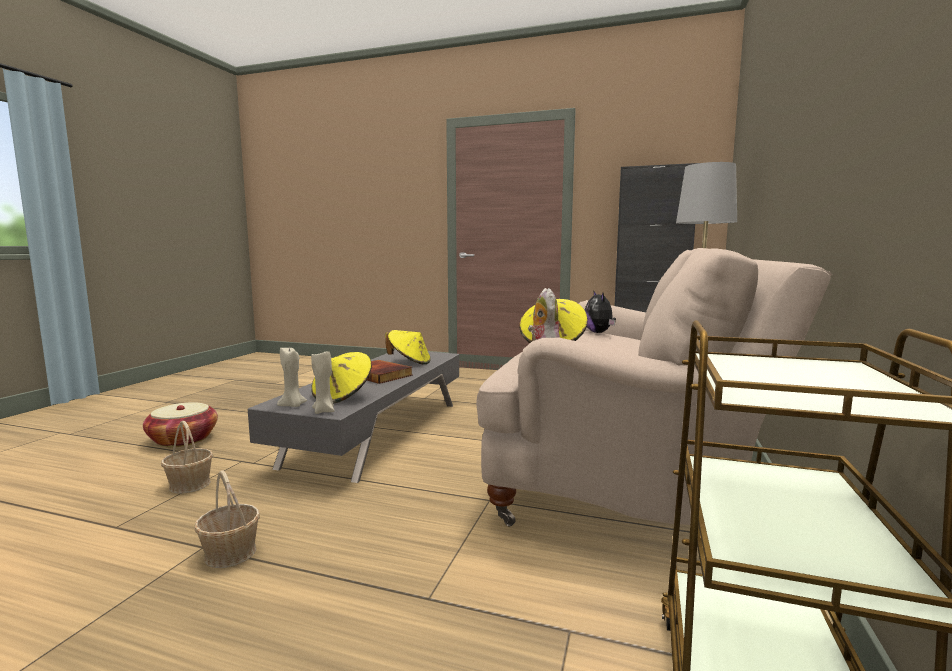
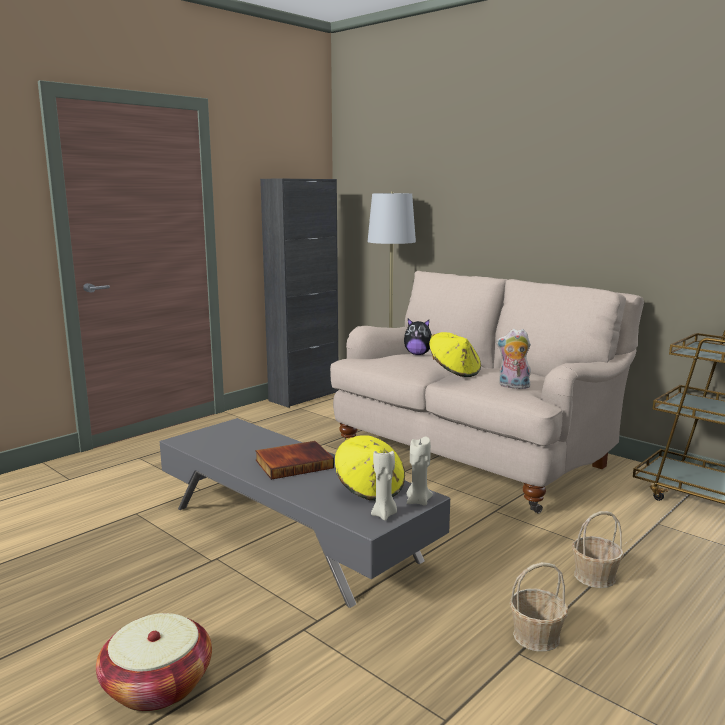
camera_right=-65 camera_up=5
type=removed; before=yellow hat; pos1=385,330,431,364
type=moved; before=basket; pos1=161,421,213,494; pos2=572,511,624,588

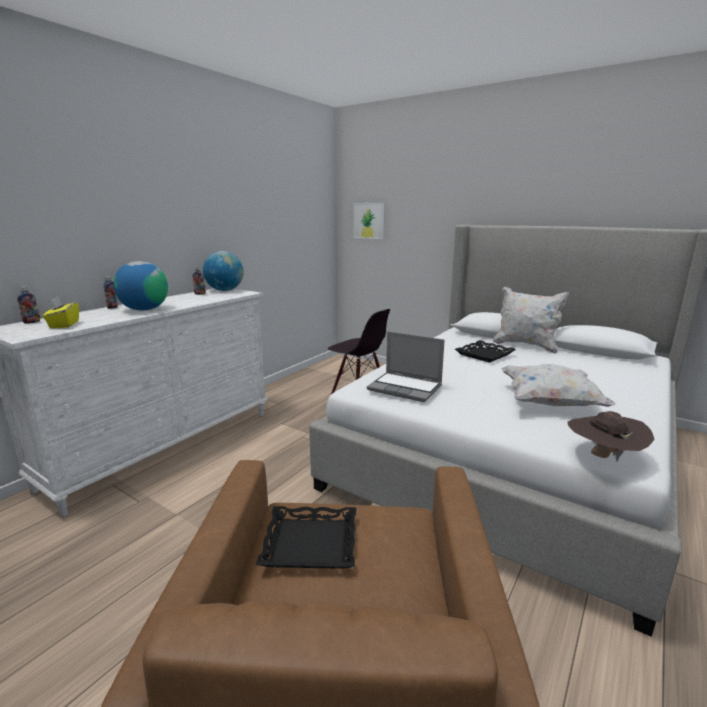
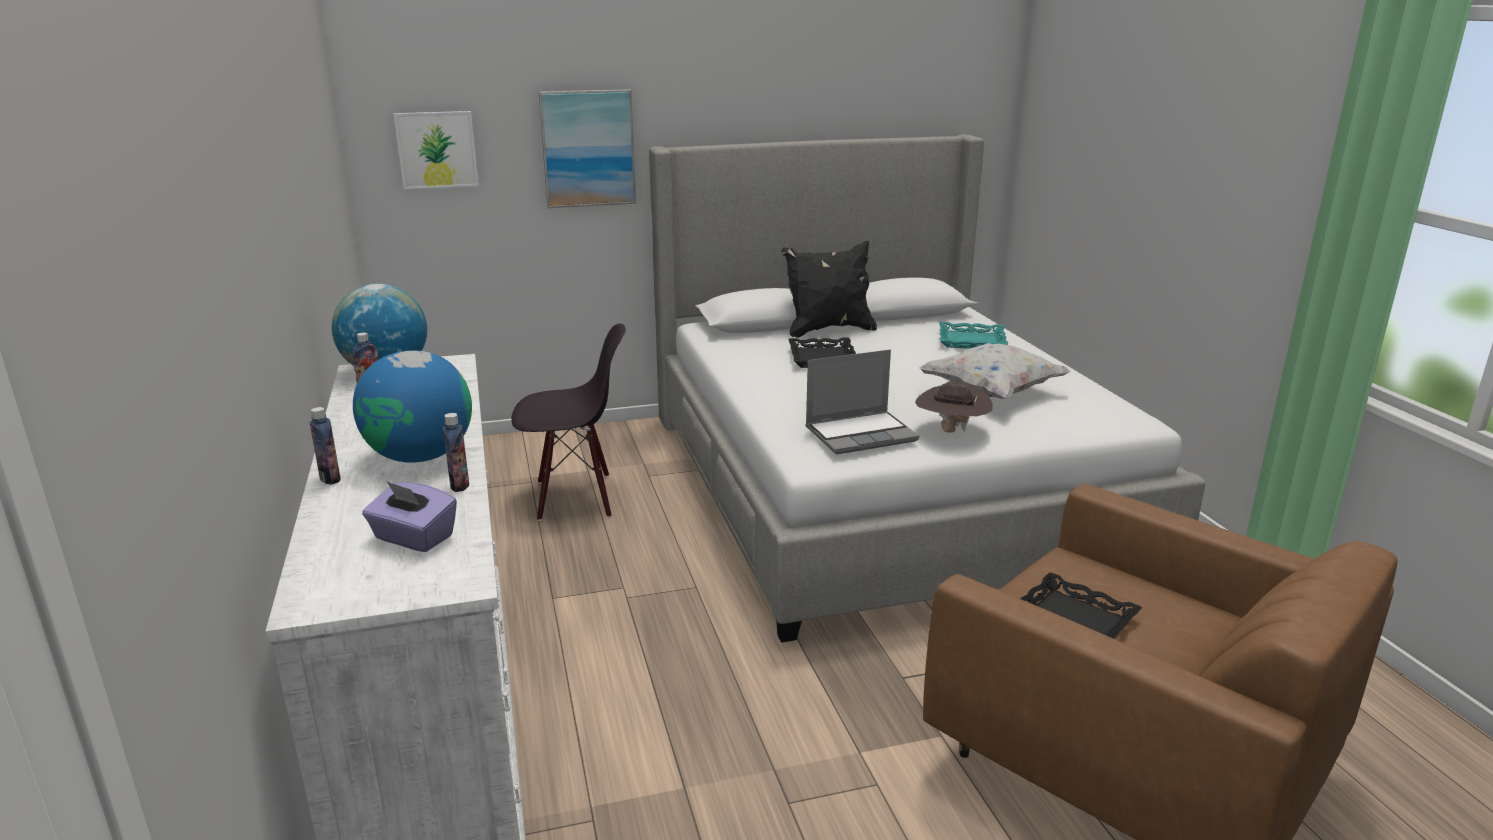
camera_right=-50 camera_up=5
type=moved; before=bottle; pos1=17,286,40,324; pos2=443,413,469,492
type=recoloured; before=white pillow; after=black pillow; pos1=493,287,569,354; pos2=781,241,877,338
type=recoloured; before=yellow tissue box; after=purple tissue box; pos1=43,297,79,328; pos2=362,481,457,552
type=moved; before=brown hat; pos1=568,411,655,462; pos2=915,381,993,432
type=added; after=picture; pos2=538,89,636,208
type=added; after=turquoise tray; pos2=939,322,1008,349

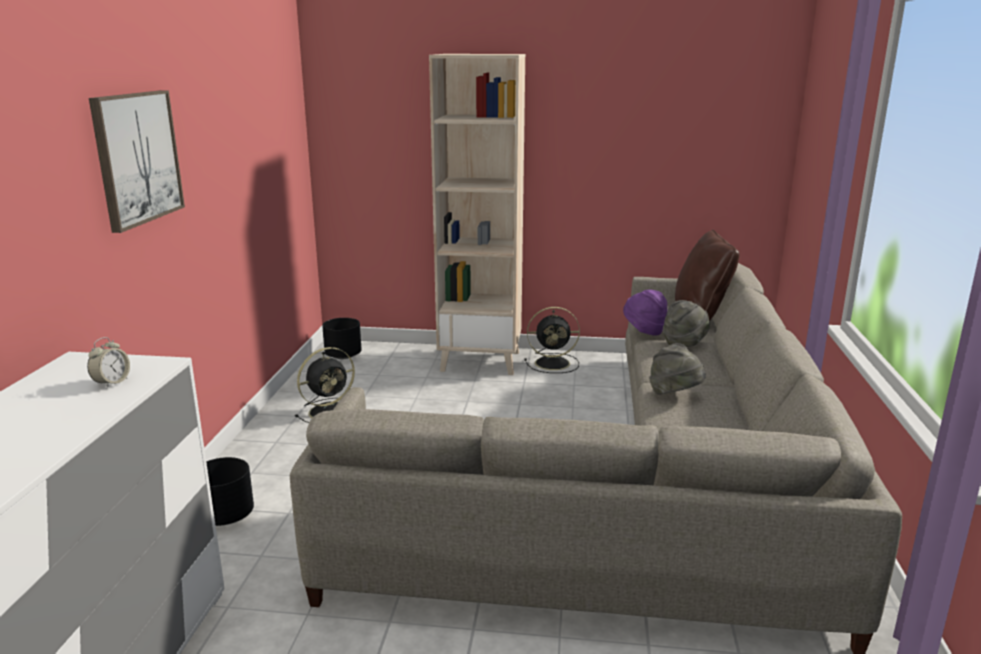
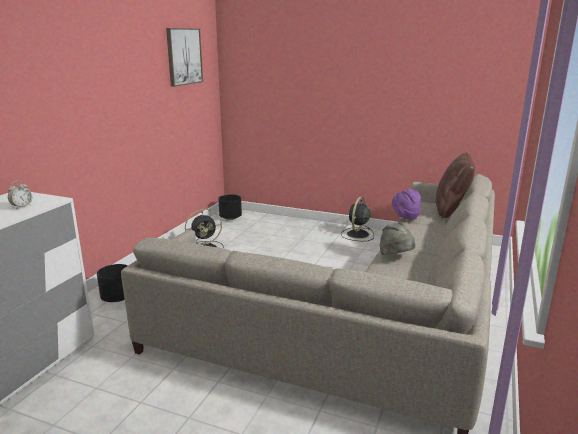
camera_right=15 camera_up=0
type=removed; before=beige bookcase; pos1=429,54,525,375
type=moved; before=picture; pos1=89,90,185,233; pos2=166,28,203,87
type=removed; before=grey hat; pos1=663,300,710,347
type=turned; before=black fan; pos1=524,307,580,373; pos2=341,197,374,241; turn=105

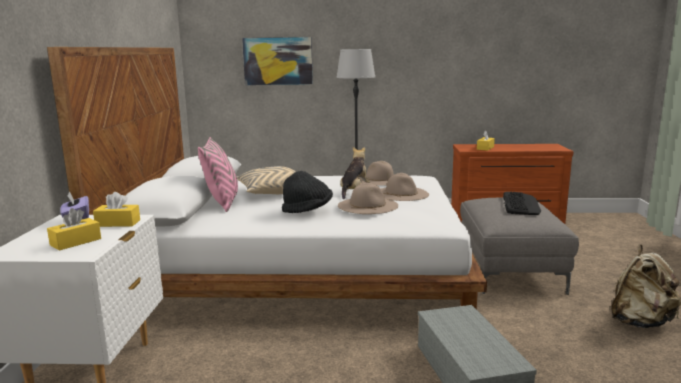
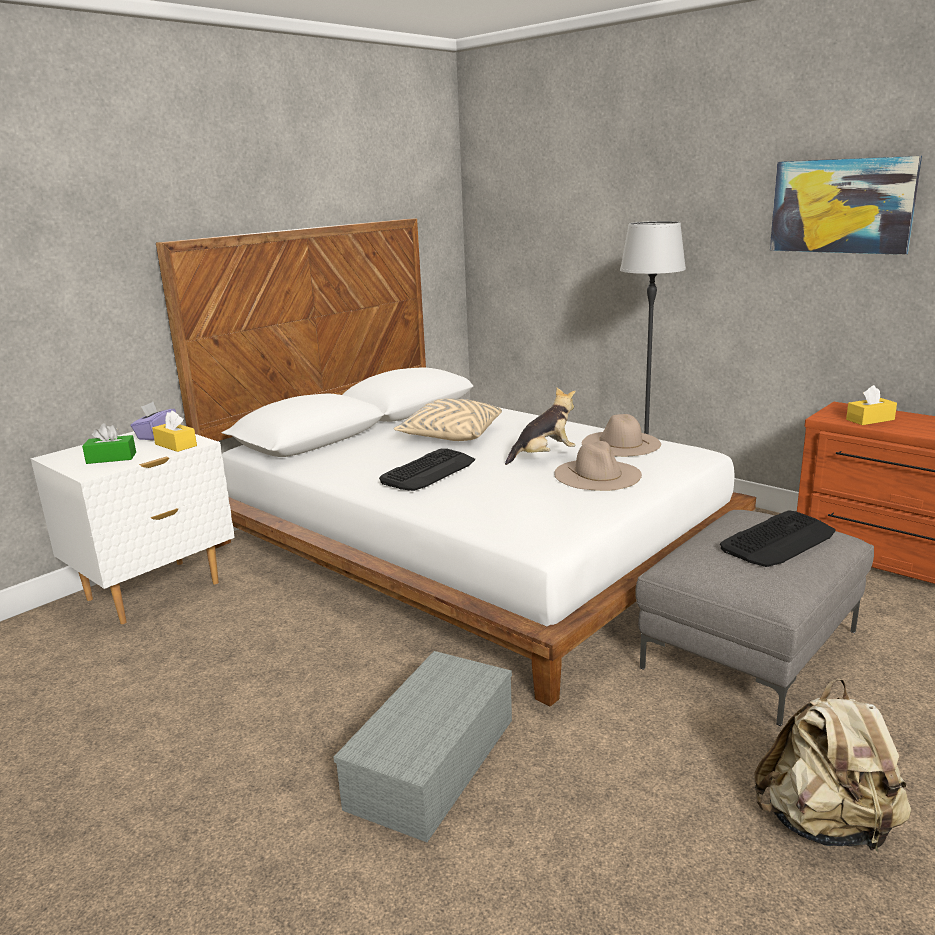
camera_right=40 camera_up=5
type=moved; before=picture; pos1=242,37,313,85; pos2=770,156,922,255
type=removed; before=pink pillow; pos1=198,137,238,212
type=replaced; before=black hat; after=keyboard; pos1=282,171,333,213; pos2=379,448,475,491
type=removed; before=beige hat; pos1=338,183,398,214
type=recoloured; before=yellow tissue box; after=green tissue box; pos1=47,208,101,251; pos2=82,423,136,464

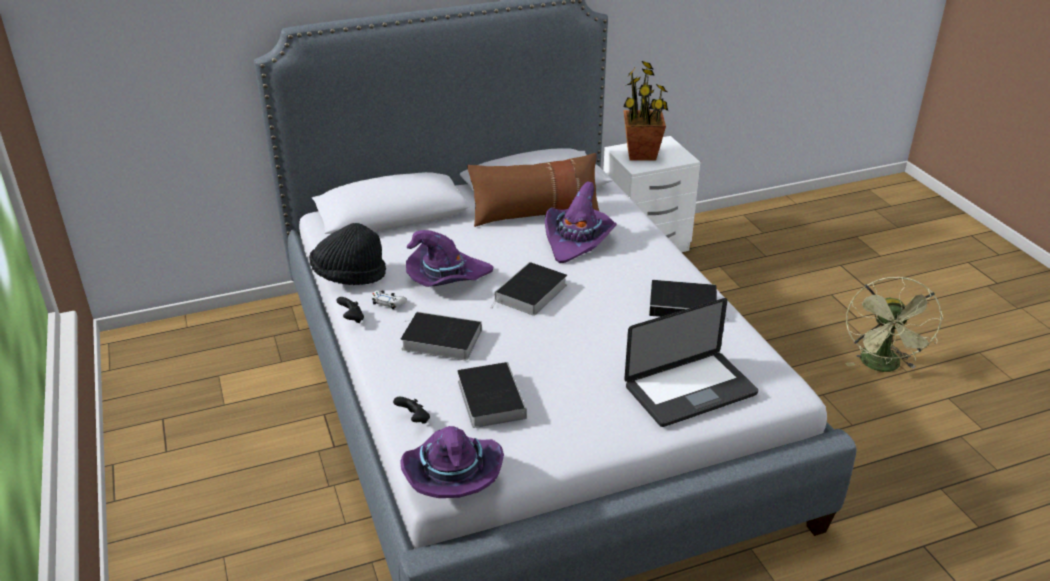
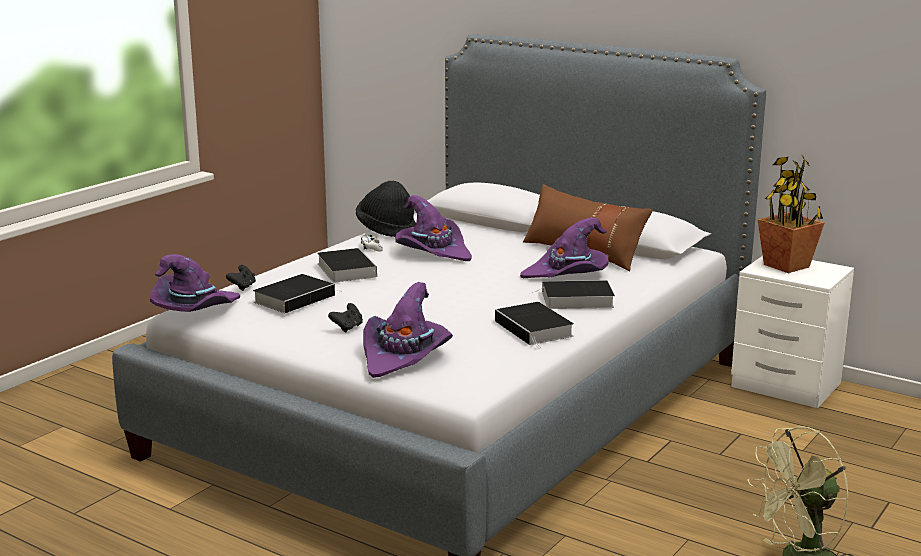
camera_right=55 camera_up=-15
type=moved; before=book; pos1=491,262,567,316; pos2=532,280,615,309
type=moved; before=black game controller; pos1=336,297,364,323; pos2=328,303,363,332
type=replaced; before=laptop; after=purple hat; pos1=624,298,758,427; pos2=363,282,453,378

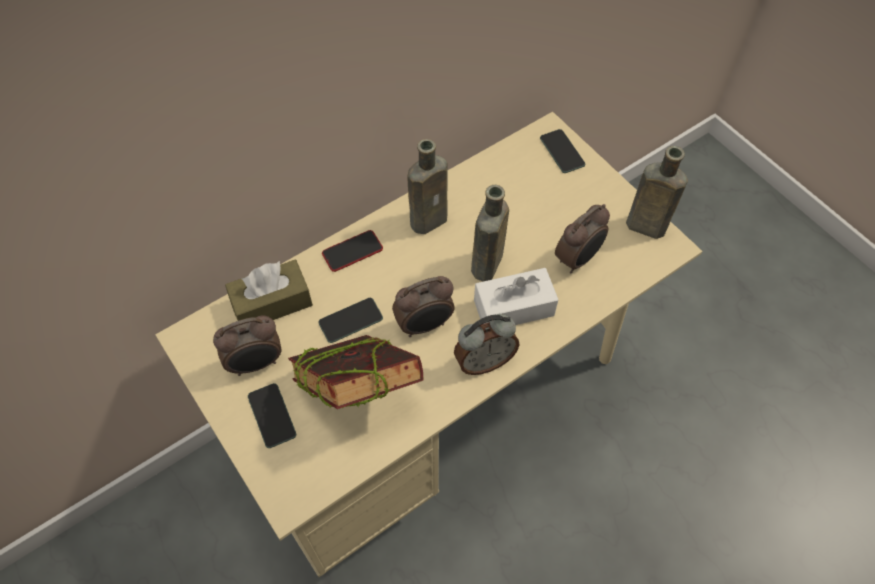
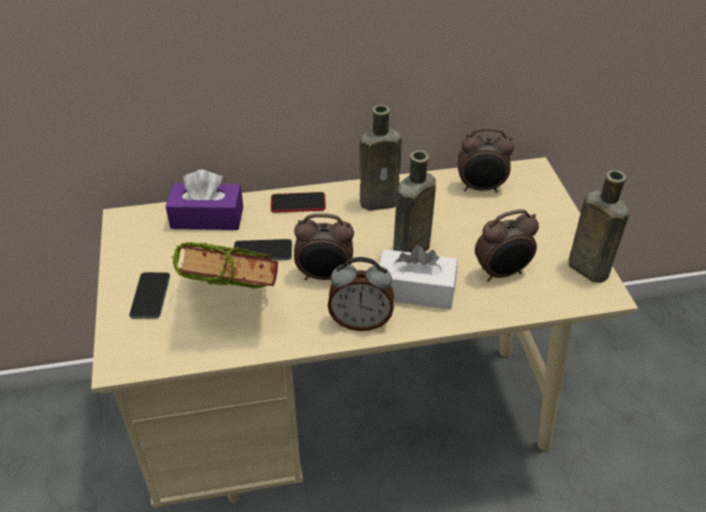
camera_right=25 camera_up=-15
type=removed; before=phone; pos1=540,129,585,173
type=recoloured; before=brown tissue box; after=purple tissue box; pos1=225,260,313,321; pos2=165,170,243,230
type=moved; before=alarm clock; pos1=213,316,281,376; pos2=458,127,515,193

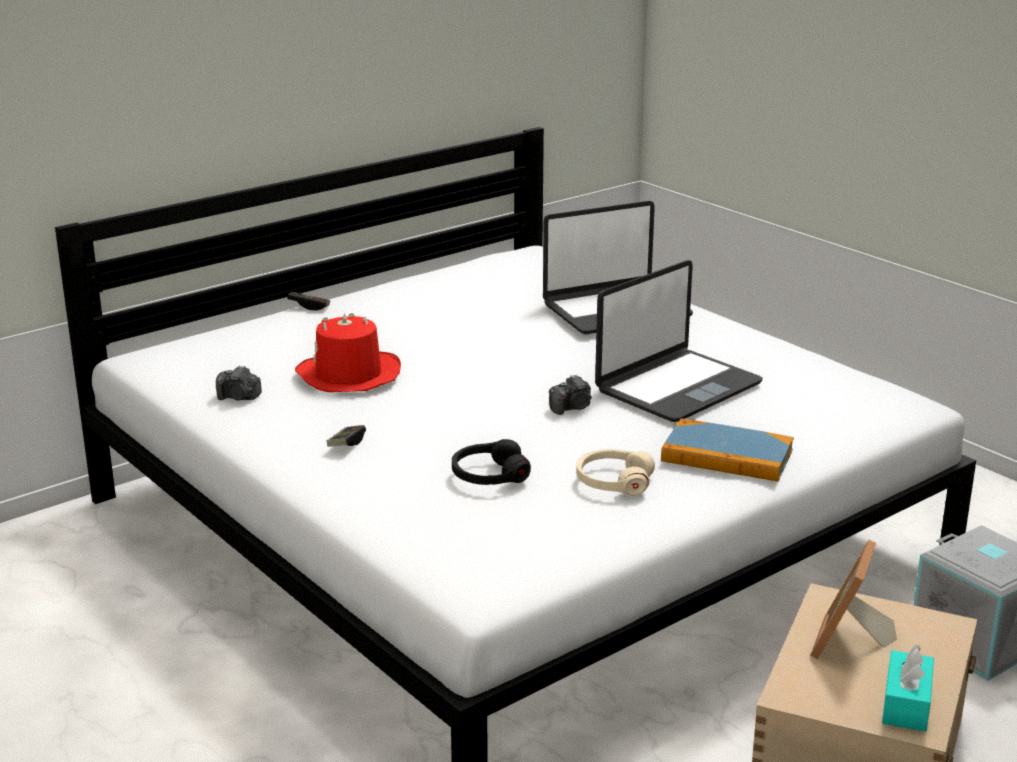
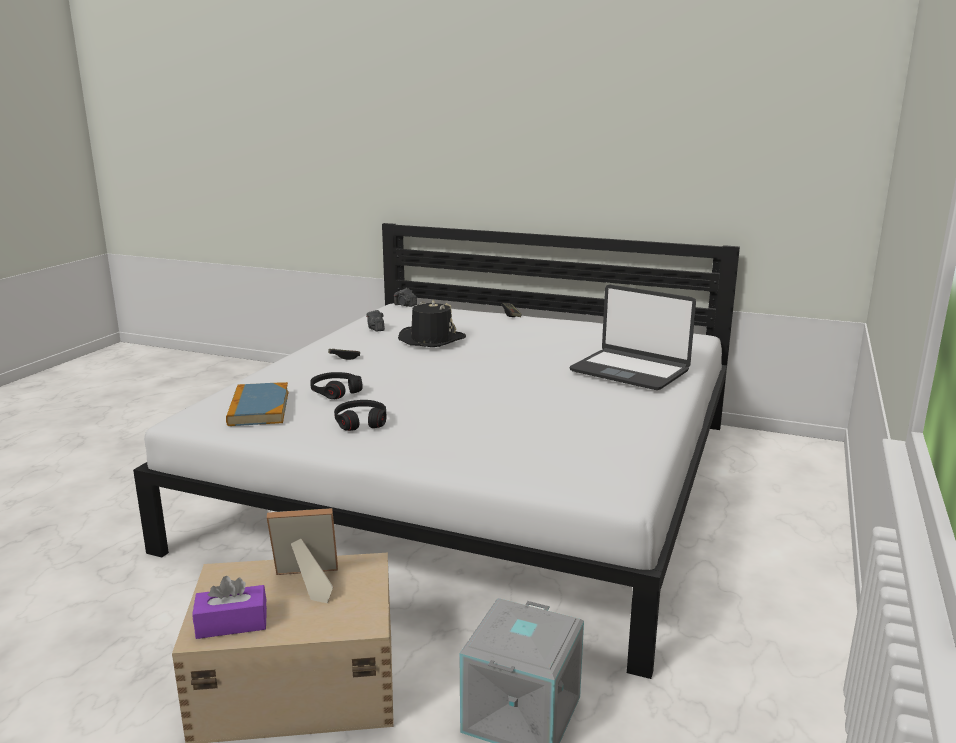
camera_right=60 camera_up=-5
type=removed; before=laptop; pos1=595,260,763,422
type=recoloured; before=red hat; after=black hat; pos1=295,313,401,392; pos2=398,300,466,347
type=moved; before=photo camera; pos1=549,374,592,415; pos2=394,288,417,307
type=moved; before=book; pos1=661,419,794,482; pos2=226,382,289,426
type=recoloured; before=beige headphones; after=black headphones; pos1=576,449,655,496; pos2=334,400,387,431
type=recoloured; before=turquoise tissue box; after=purple tissue box; pos1=882,644,934,732; pos2=192,576,267,639

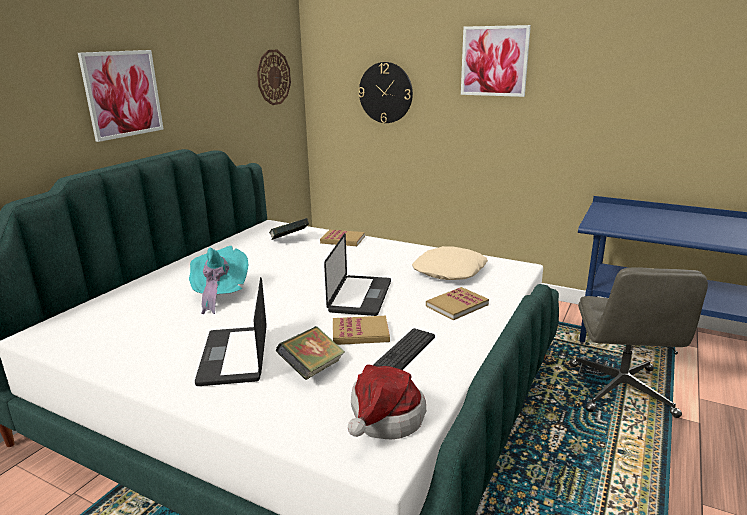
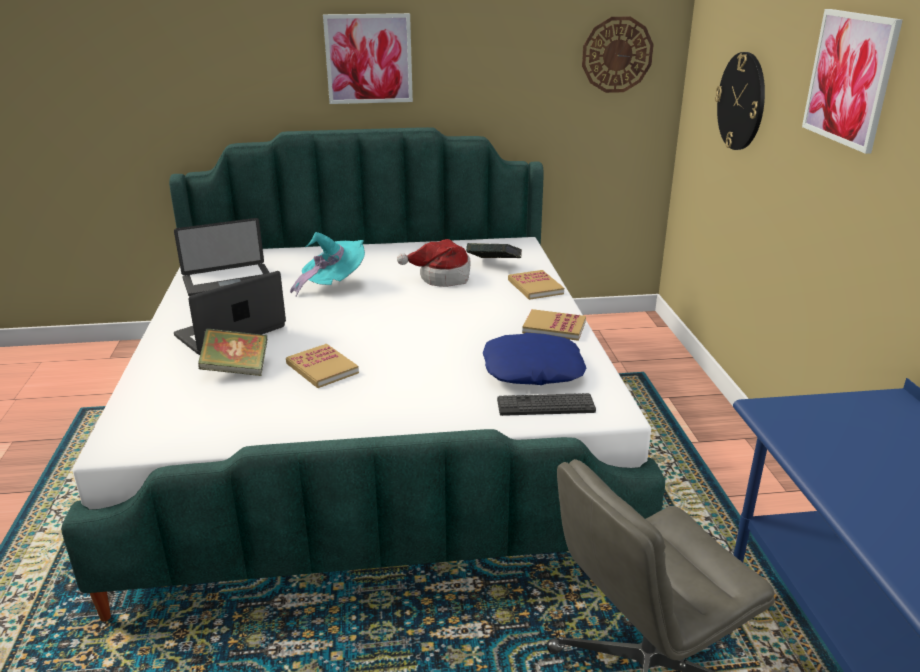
camera_right=55 camera_up=5
type=moved; before=laptop; pos1=324,233,391,316; pos2=174,218,270,297
type=recoloured; before=beige pillow; after=blue pillow; pos1=412,246,488,280; pos2=483,333,586,385
type=moved; before=book; pos1=426,287,489,320; pos2=522,309,586,341
type=moved; before=keyboard; pos1=373,328,435,370; pos2=497,393,596,416
type=moved; before=hat; pos1=348,364,426,439; pos2=397,239,471,287

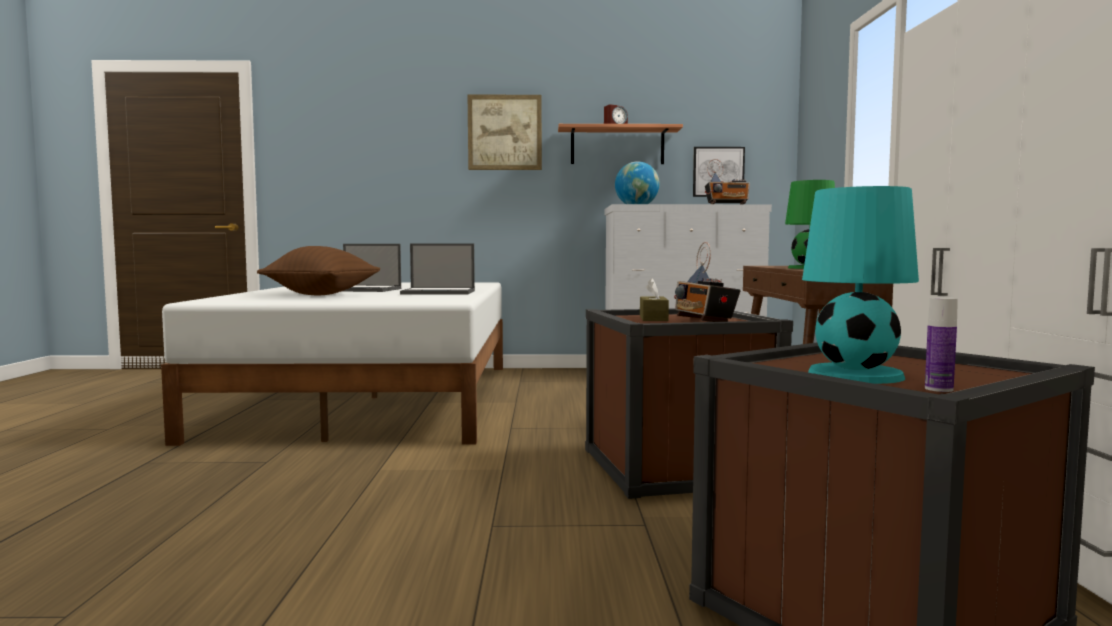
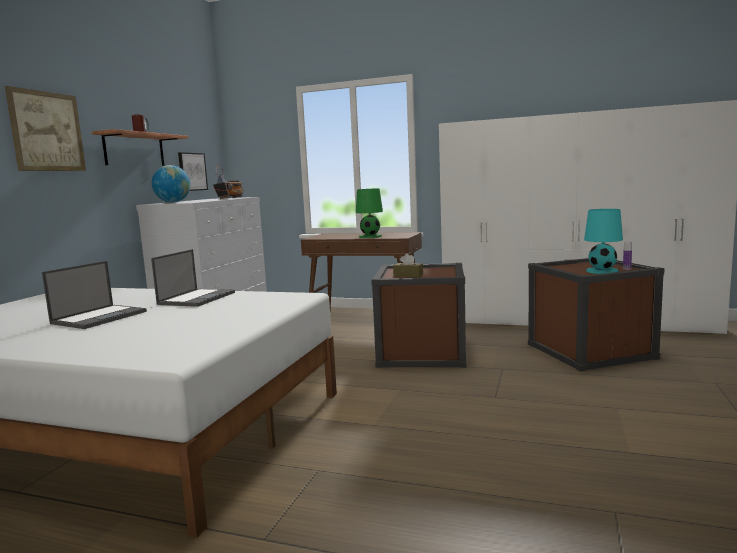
camera_right=-70 camera_up=5
type=removed; before=radio; pos1=674,242,741,322
type=removed; before=brown pillow; pos1=257,246,380,295

